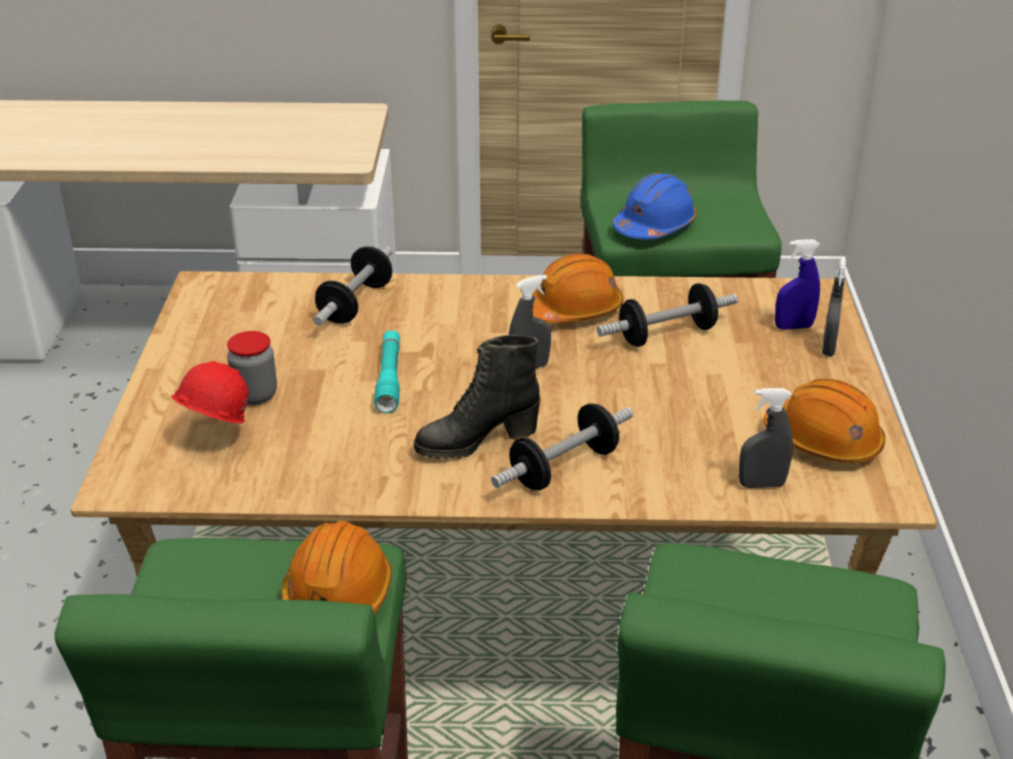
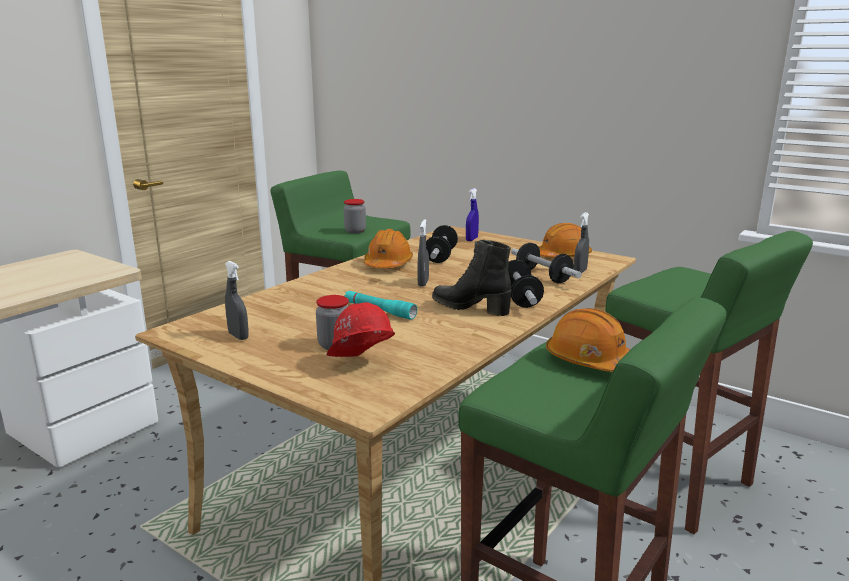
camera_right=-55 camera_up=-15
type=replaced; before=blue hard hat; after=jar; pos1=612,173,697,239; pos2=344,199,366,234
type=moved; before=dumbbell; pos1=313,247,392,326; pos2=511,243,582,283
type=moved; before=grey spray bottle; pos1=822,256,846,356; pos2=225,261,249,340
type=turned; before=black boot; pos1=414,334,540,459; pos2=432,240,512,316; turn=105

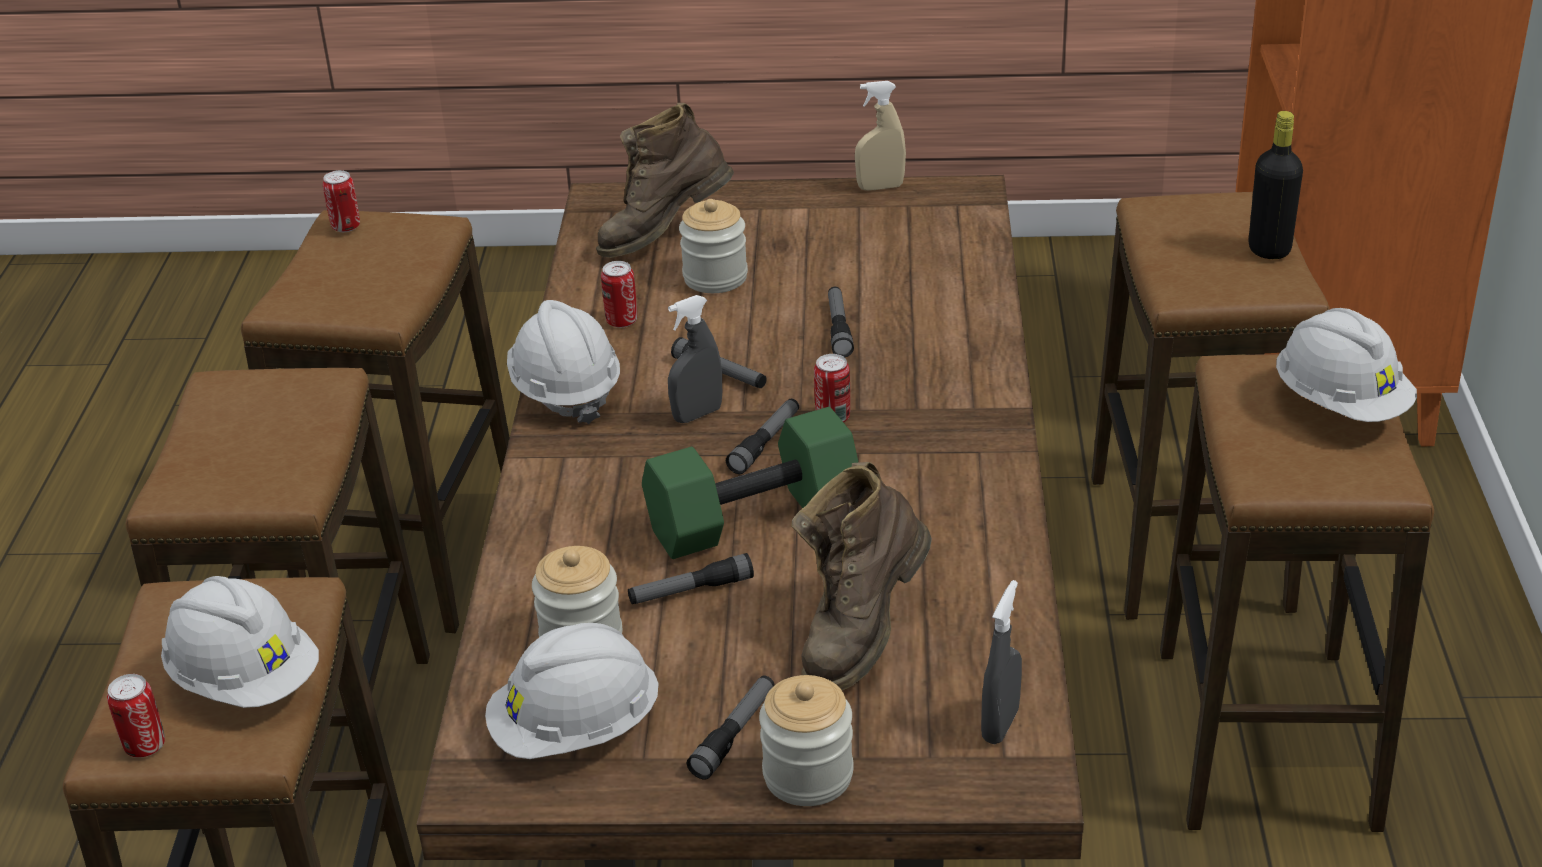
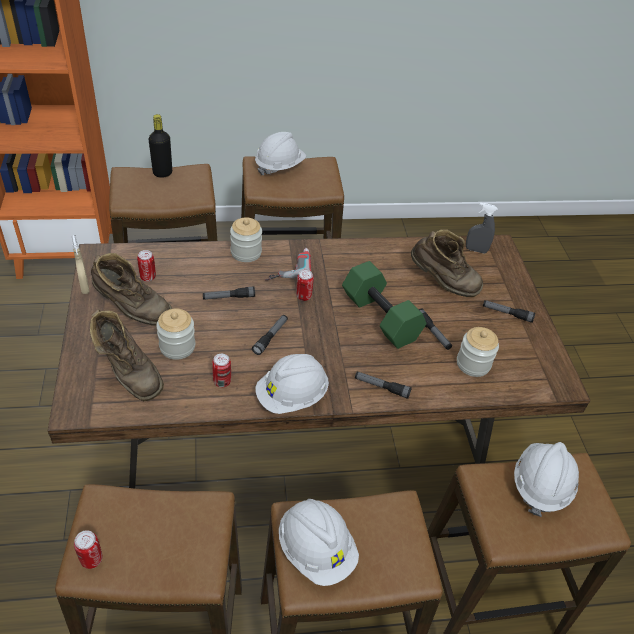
camera_right=-105 camera_up=10
type=removed; before=grey spray bottle; pos1=668,295,722,423
type=moved; before=flashlight; pos1=726,399,799,474; pos2=355,372,412,399
type=moved; before=white hard hat; pos1=485,623,659,759; pos2=279,499,359,586
type=moved; before=can; pos1=107,674,165,758; pos2=137,250,156,282
type=moved; before=jar; pos1=759,675,853,806; pos2=230,217,262,262
type=added; after=power drill; pos2=265,248,311,281
type=added; after=brown boot; pos2=91,253,172,325

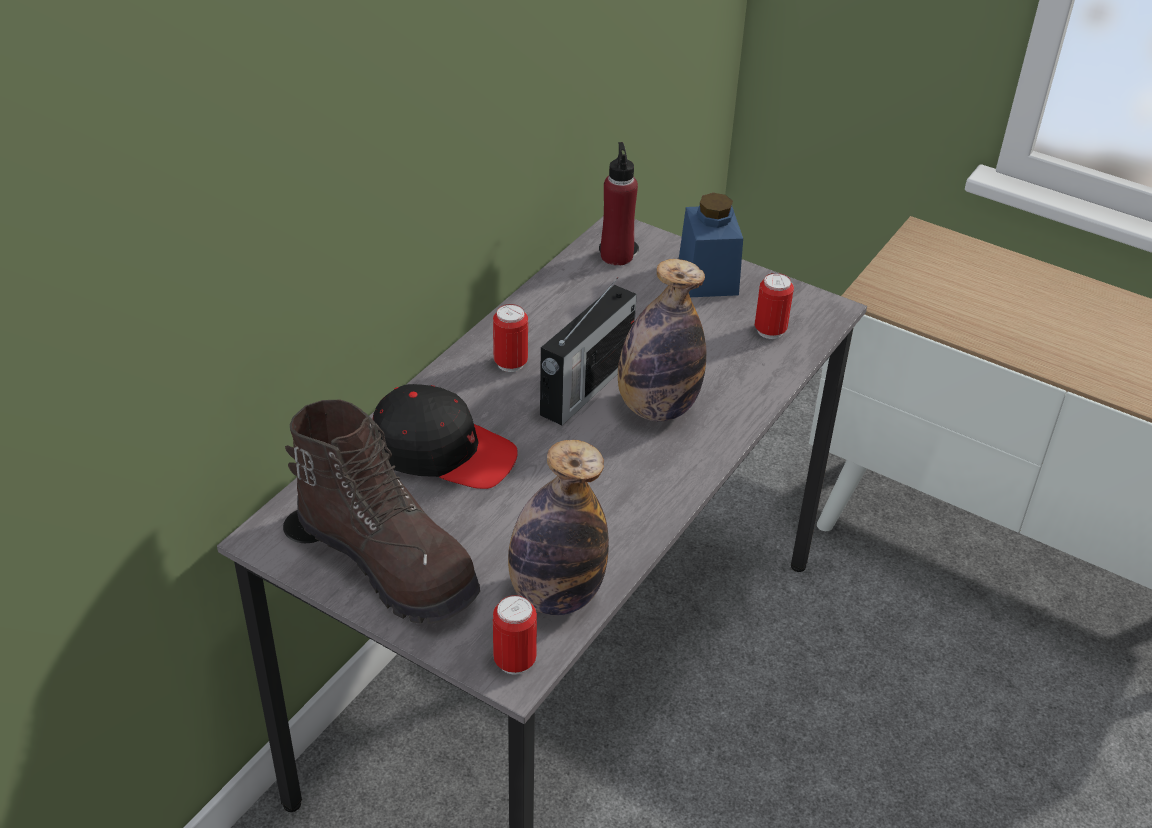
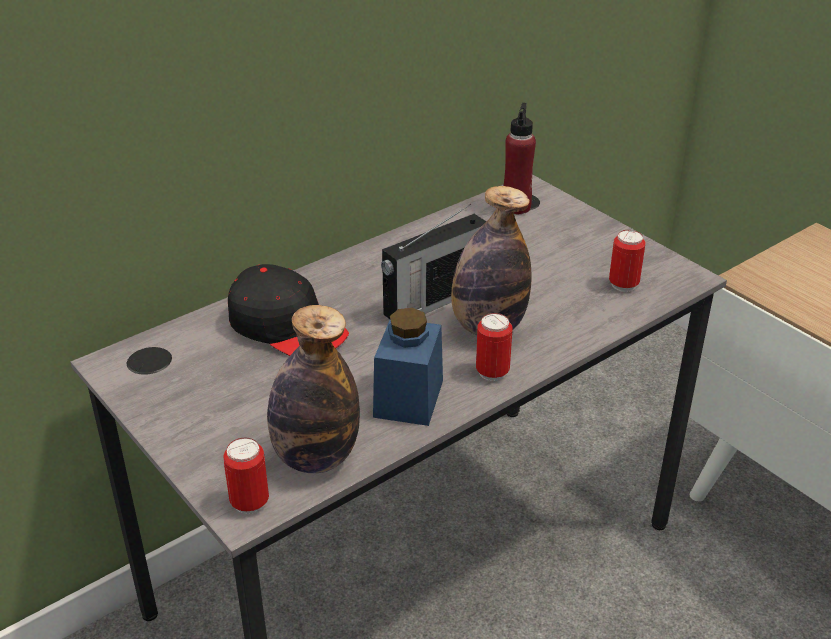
camera_right=20 camera_up=-5
type=moved; before=blue jar; pos1=679,193,743,297; pos2=373,308,443,426
type=moved; before=can; pos1=493,304,528,372; pos2=476,313,513,381
type=removed; before=brown boot; pos1=285,400,480,624

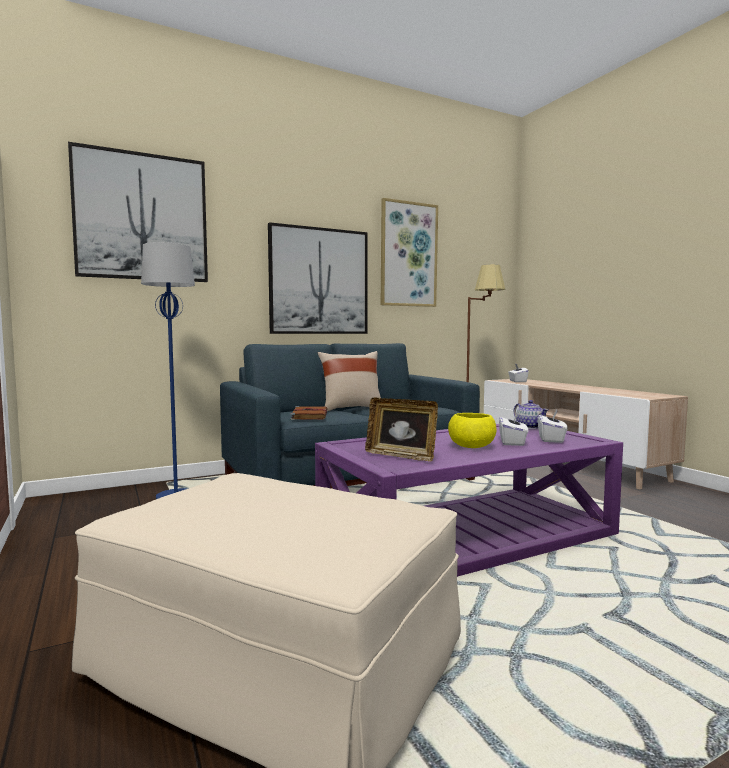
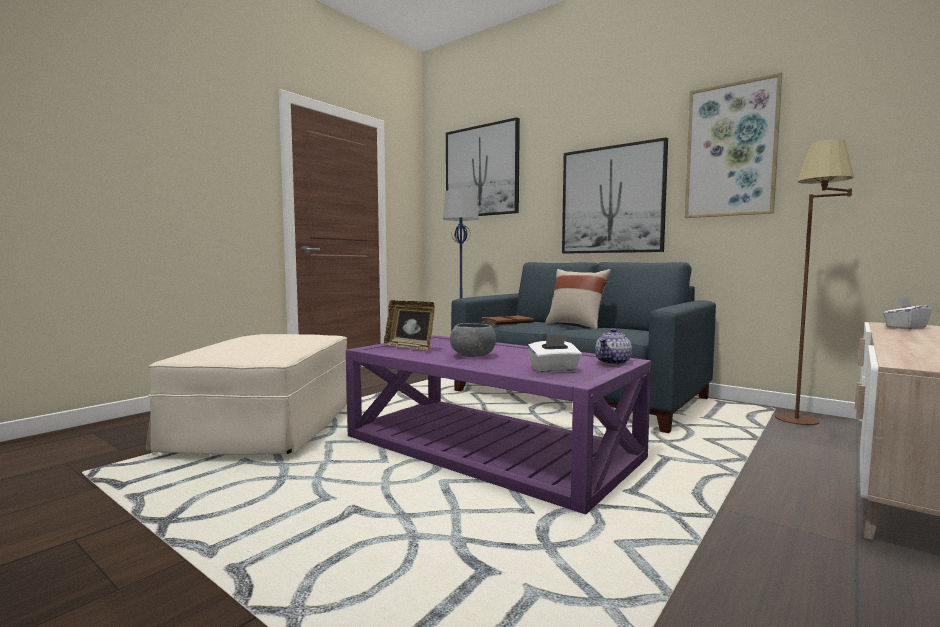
camera_right=65 camera_up=0
type=turned; before=picture frame; pos1=365,398,438,462; pos2=384,300,435,351; turn=-60
type=removed; before=white tissue box; pos1=499,411,528,446
type=recoloured; before=yellow bowl; after=grey bowl; pos1=448,413,497,448; pos2=450,323,496,357

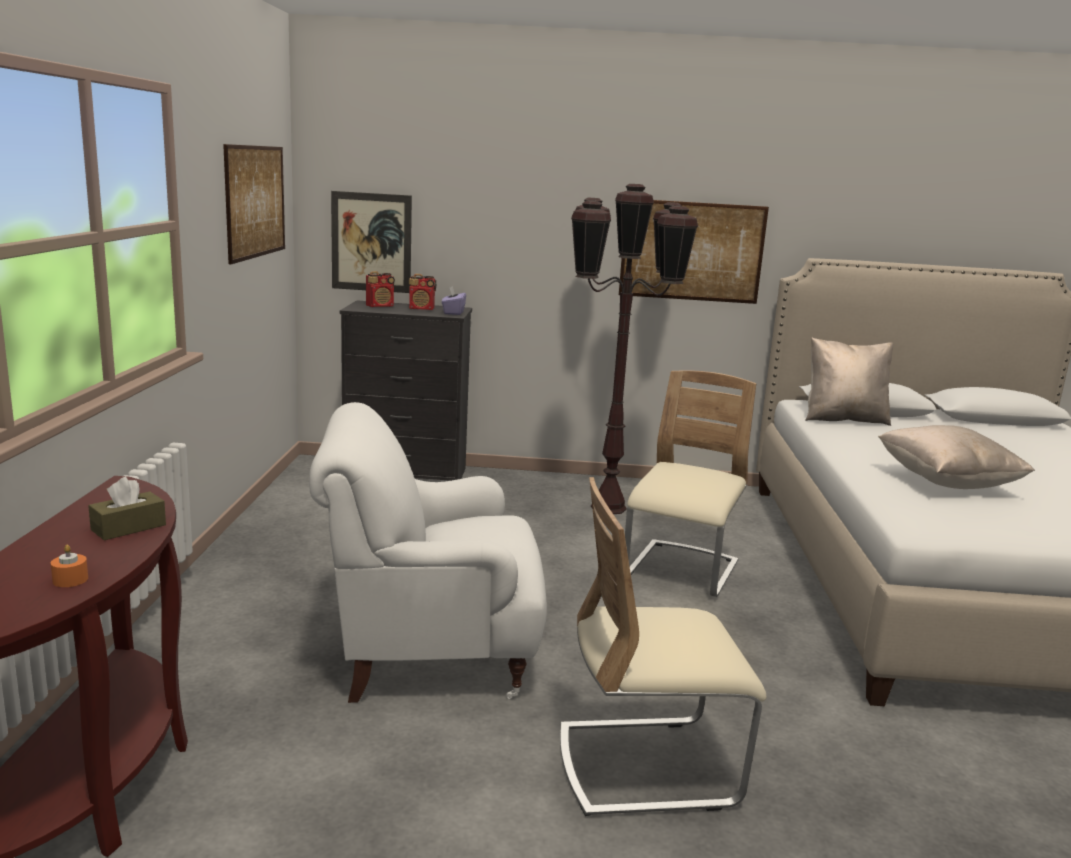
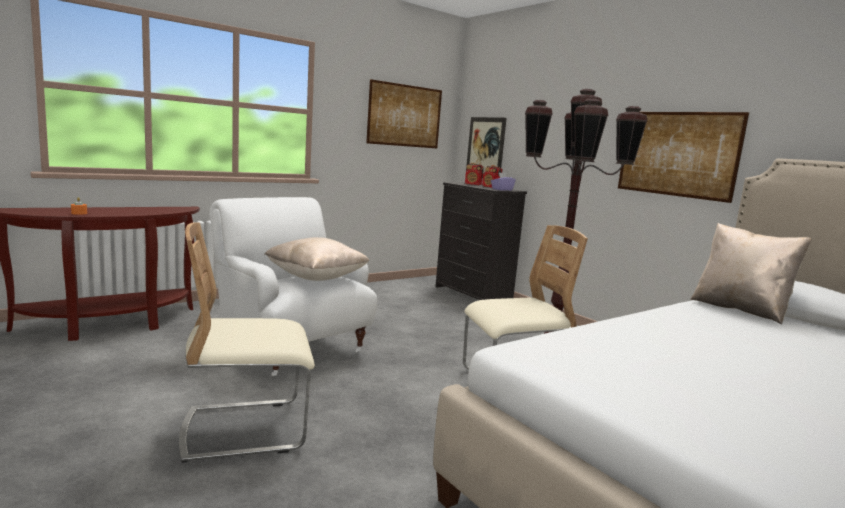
camera_right=50 camera_up=-5
type=moved; before=beige pillow; pos1=878,425,1035,489; pos2=264,237,369,281
type=removed; before=brown tissue box; pos1=88,477,166,540
type=turned; before=beige chair; pos1=560,477,767,816; pos2=179,222,315,463; turn=-60

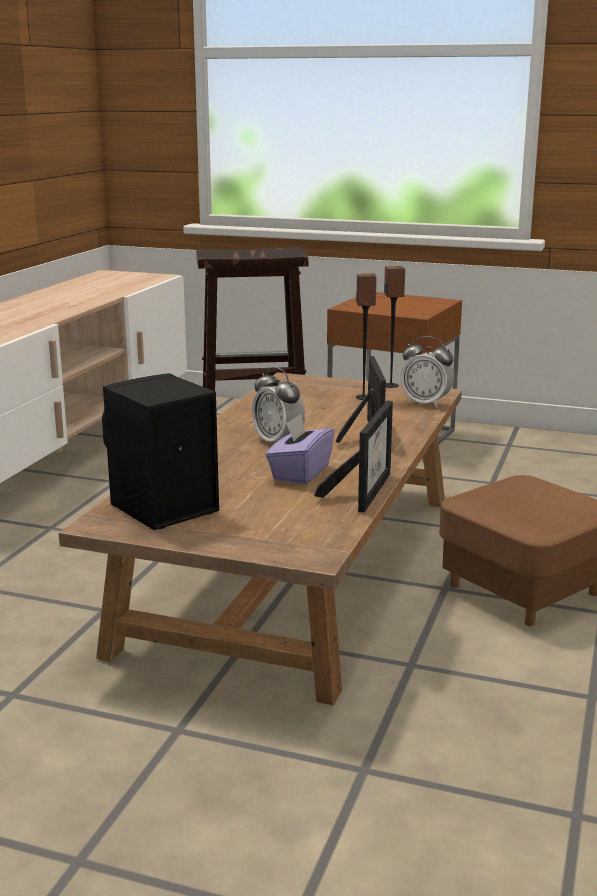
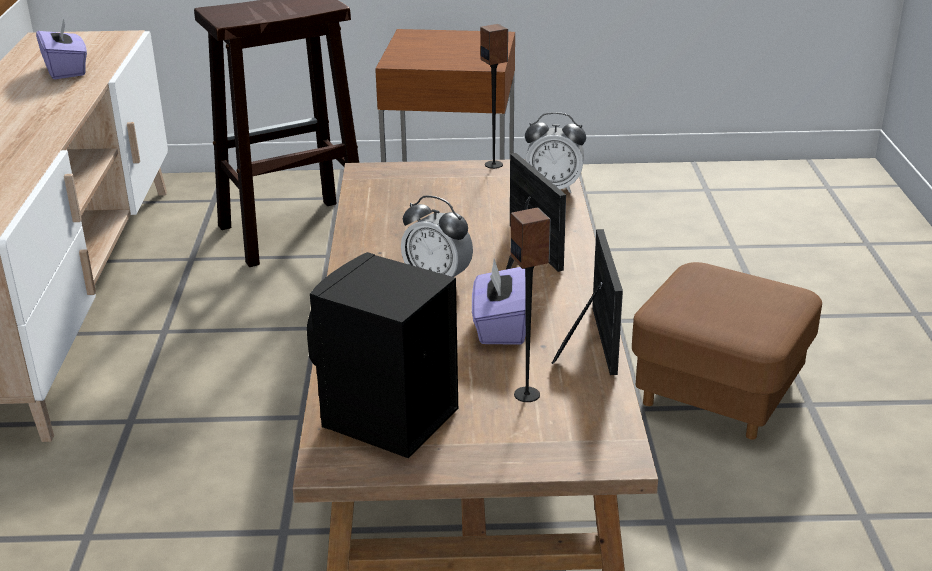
camera_right=-20 camera_up=10
type=moved; before=speaker; pos1=356,274,377,400; pos2=510,208,551,402
type=added; after=purple tissue box; pos2=36,18,87,79

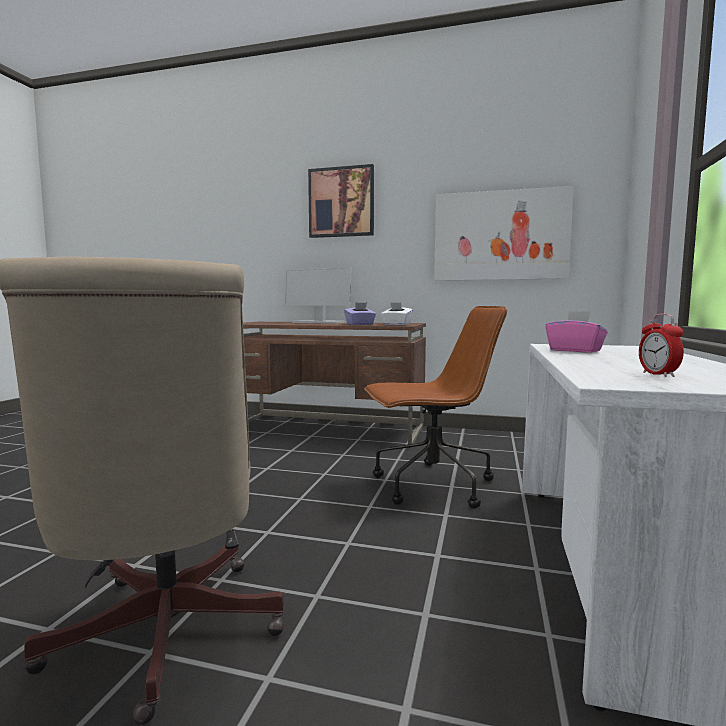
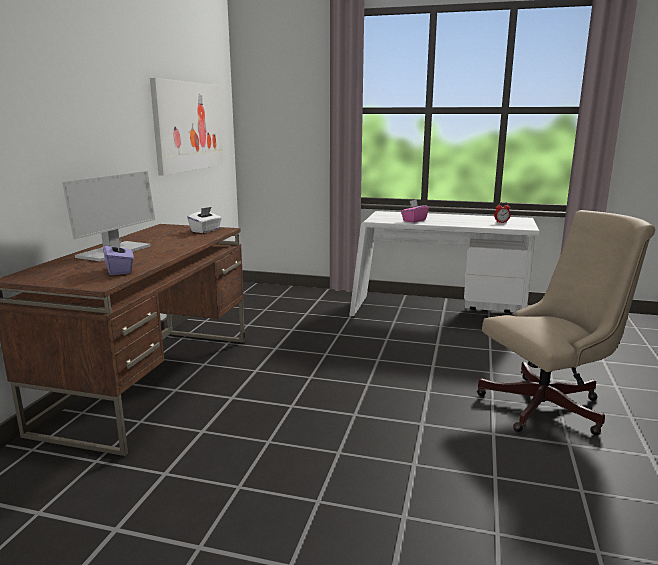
camera_right=-90 camera_up=10
type=removed; before=picture; pos1=308,164,374,238
type=moved; before=purple tissue box; pos1=344,302,376,325; pos2=103,240,134,275
type=removed; before=brown office chair; pos1=364,306,507,509

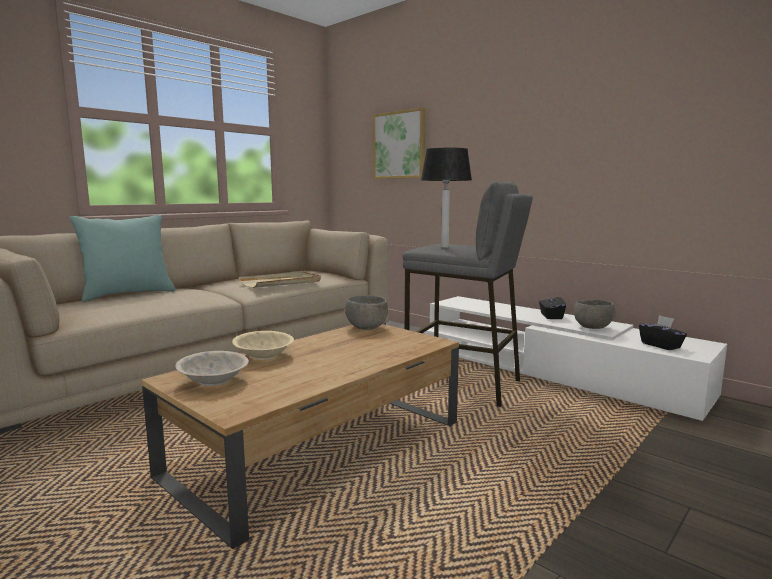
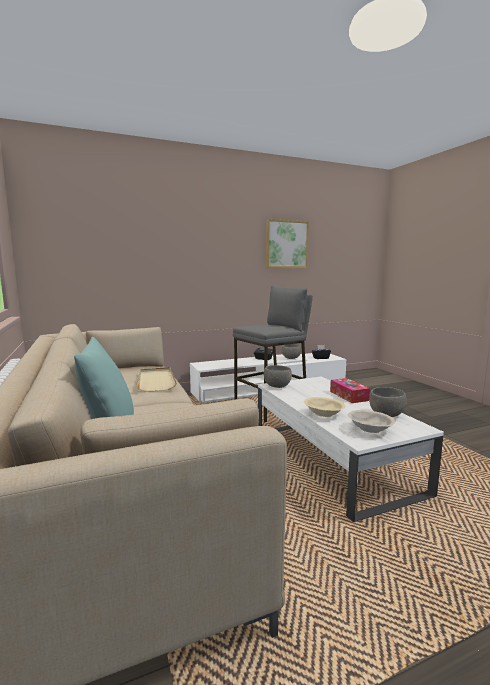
camera_right=-65 camera_up=0
type=moved; before=picture; pos1=373,107,425,179; pos2=266,219,309,268
type=removed; before=table lamp; pos1=421,148,472,248
type=recoloured; before=brown coffee table; after=white coffee table; pos1=141,324,459,549; pos2=258,377,444,522
type=added; after=tissue box; pos2=330,378,370,403
type=added; after=grey bowl; pos2=369,387,407,417

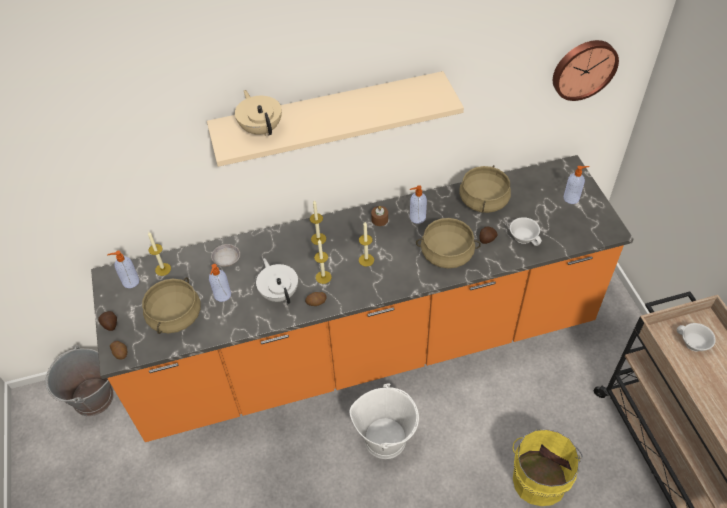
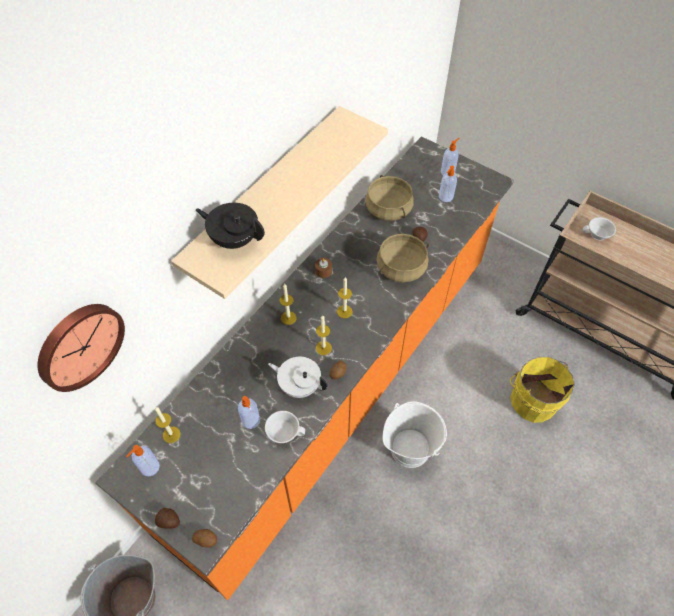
camera_right=-40 camera_up=5
type=moved; before=wall clock; pos1=553,40,619,101; pos2=37,304,125,392
type=recoloured; before=beige teapot; after=black teapot; pos1=235,90,282,136; pos2=196,203,265,249
type=moved; before=soap dispenser; pos1=410,185,427,224; pos2=439,166,457,202
type=moved; before=white cup; pos1=510,217,542,246; pos2=265,411,305,443
type=removed; before=grey bowl; pos1=211,244,240,267
type=removed; before=beige cooking pot; pos1=142,277,201,334

